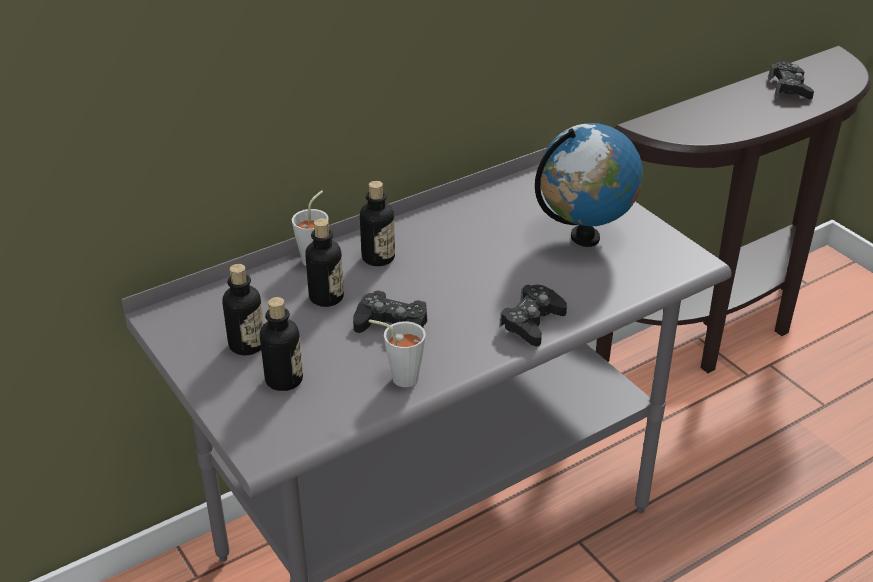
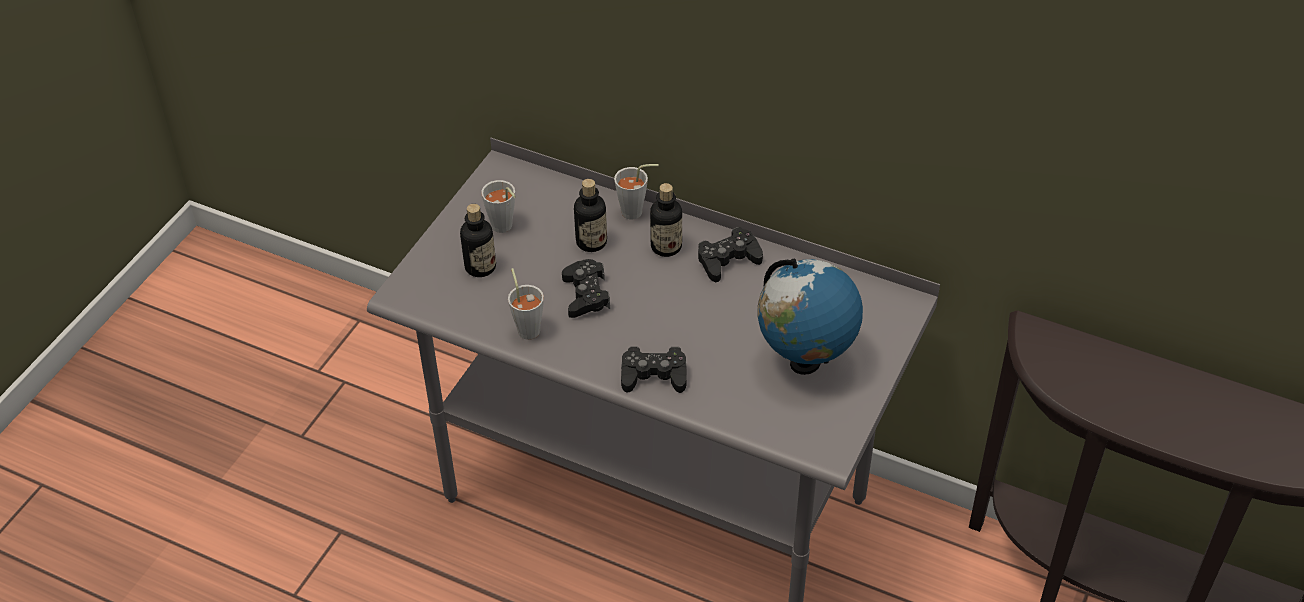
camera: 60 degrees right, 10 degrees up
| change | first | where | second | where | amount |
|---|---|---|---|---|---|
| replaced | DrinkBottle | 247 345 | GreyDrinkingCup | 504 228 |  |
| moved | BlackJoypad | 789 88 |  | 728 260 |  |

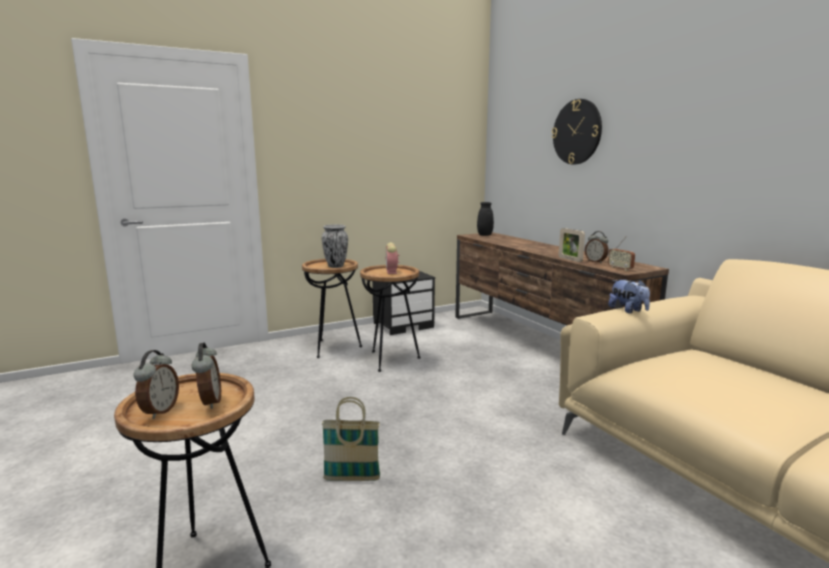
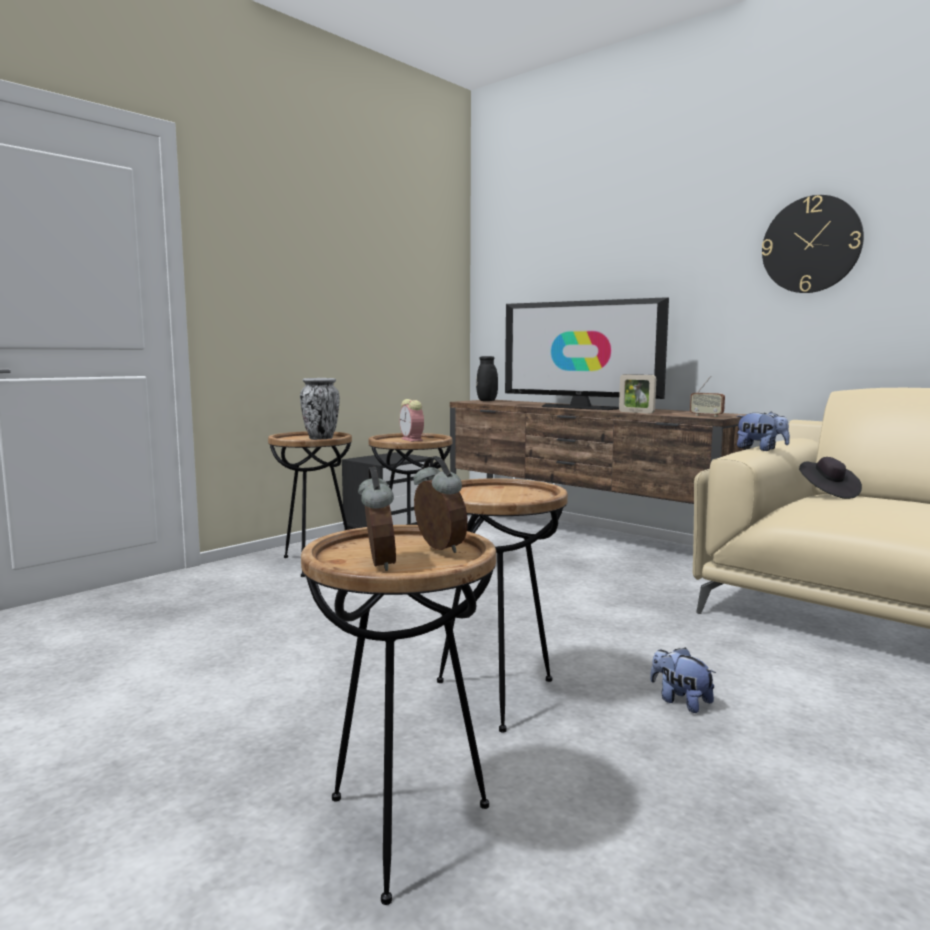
camera: 20 degrees left, 5 degrees down
| change | first | where | second | where | amount |
|---|---|---|---|---|---|
| replaced | HouseholdBasket | 352 479 | BrownEndTable | 497 695 |  |
| added |  |  | TvSet | 580 407 |  |
| added |  |  | SoftToy | 680 701 |  |
| moved | WallClock | 577 132 |  | 811 244 |  |
| added |  |  | BlackWearableHat | 827 493 |  |
| removed | AlarmClock | 595 262 |  |  |  |

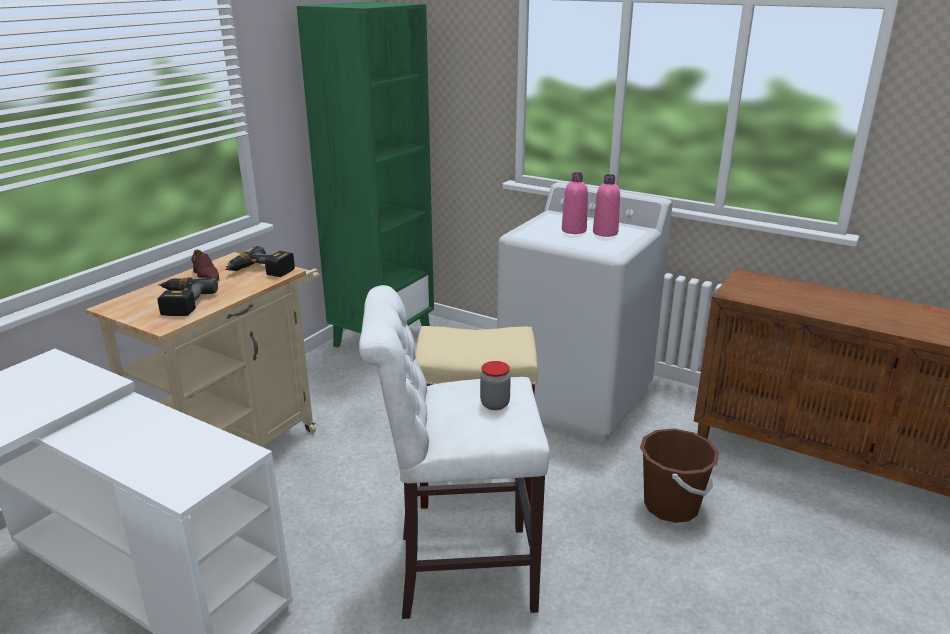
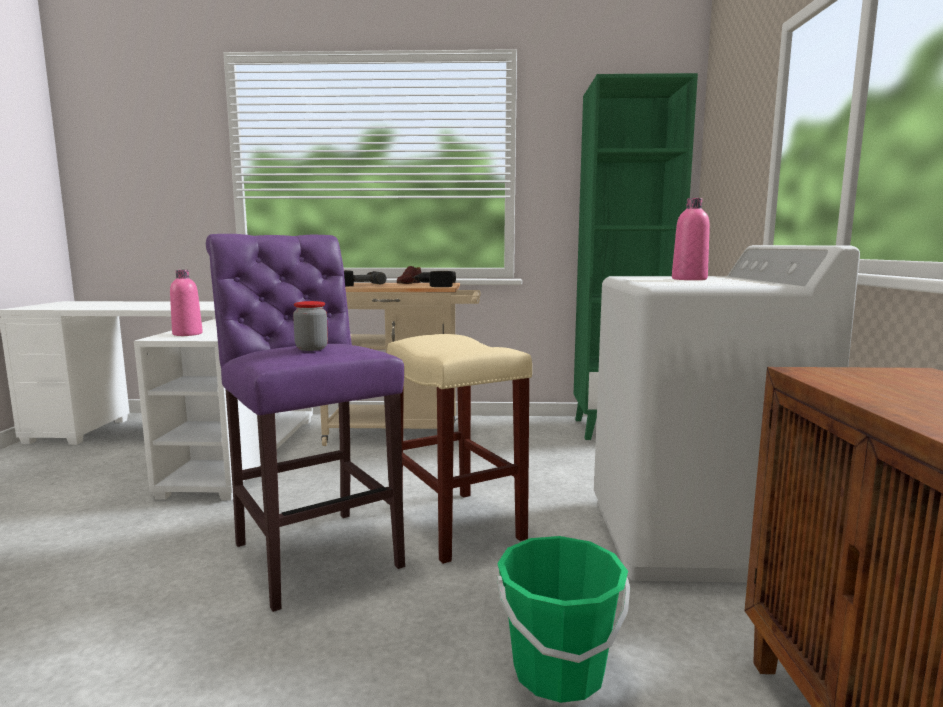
camera: 60 degrees right, 15 degrees down
| change | first | where | second | where | amount |
|---|---|---|---|---|---|
| moved | PinkishDrinkBottle | 605 233 |  | 187 334 |  |
| recoloured | WhiteColouredSittingStool | 457 571 | PurpleSittingStool | 313 551 |  |
| recoloured | BrownPail | 671 506 | GreenColouredPail | 558 671 |  |

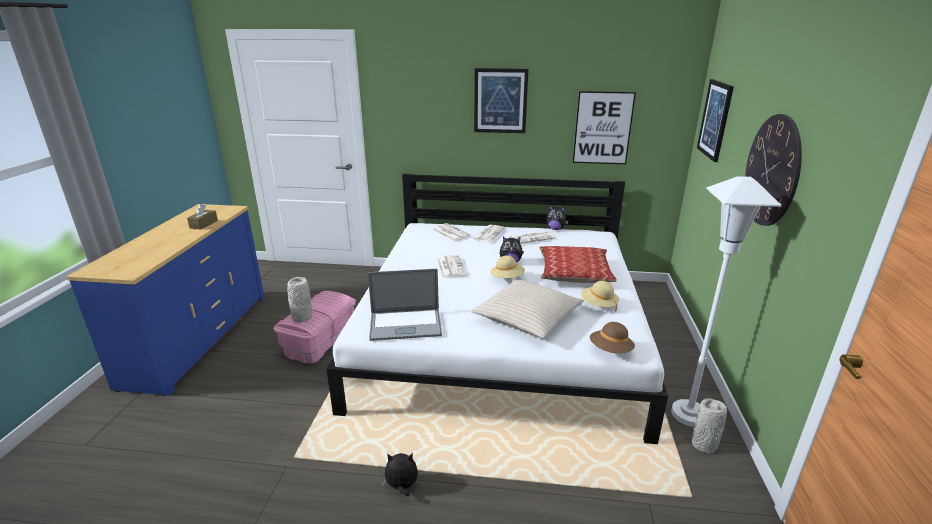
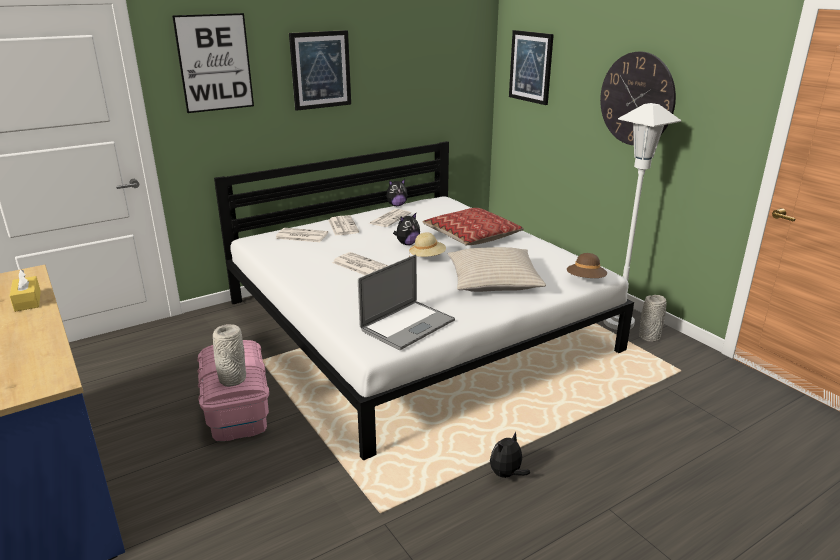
camera: 40 degrees left, 0 degrees up
| change | first | where | second | where | amount |
|---|---|---|---|---|---|
| recoloured | BrownTissueBox | 204 224 | YellowTissueBox | 27 301 |  |
| moved | Picture | 603 128 |  | 215 63 |  |
| removed | SandColouredWearableHat | 598 305 |  |  |  |

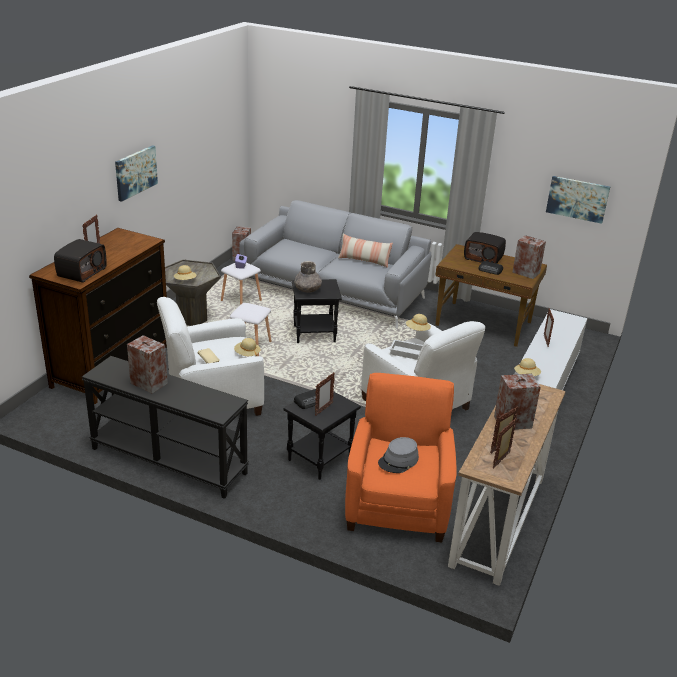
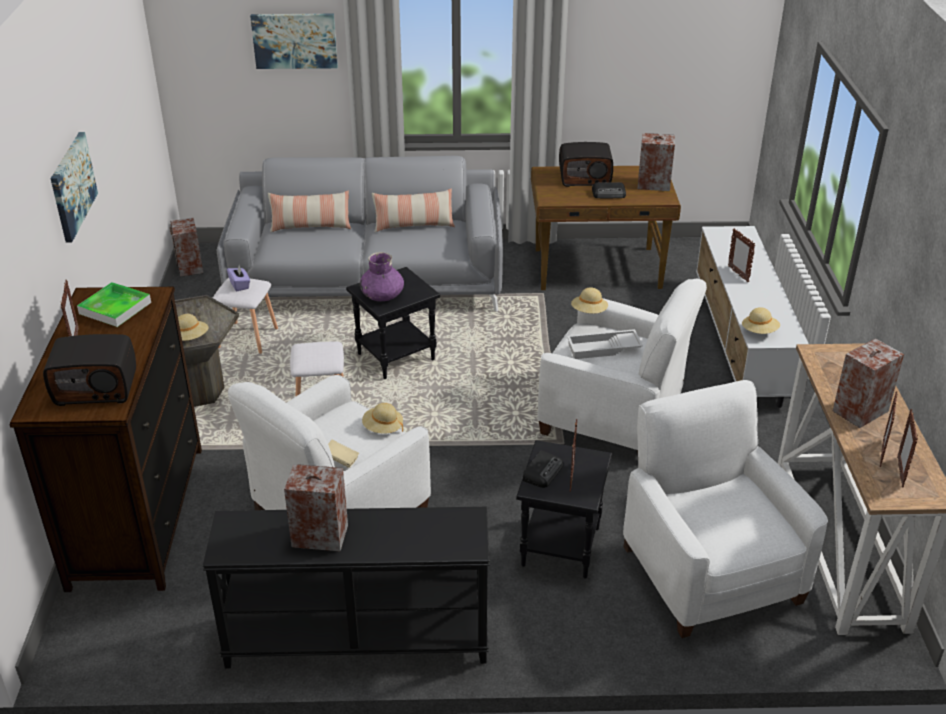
camera: 25 degrees left, 5 degrees up
| change | first | where | second | where | amount |
|---|---|---|---|---|---|
| turned | Radio | 81 272 |  | 96 388 | 90 degrees clockwise |
| added |  |  | ServingTray | 115 308 |  |
| moved | Picture | 577 199 |  | 294 40 |  |
| added |  |  | ThrowPillow | 311 226 |  |
| recoloured | GreyVase | 307 289 | PurpleVase | 382 295 |  |
| recoloured | OrangeyArmchair | 397 504 | WhiteColouredArmchair | 709 572 |  |
| removed | GreyWearableHat | 398 460 |  |  |  |

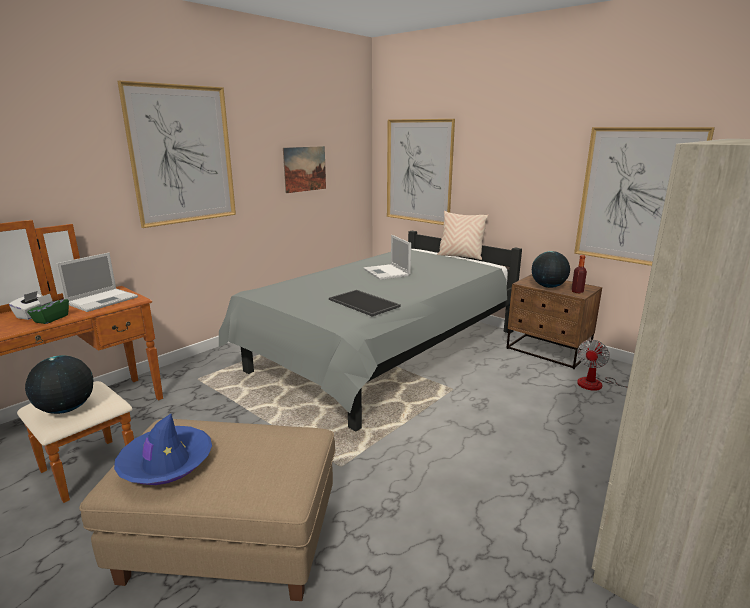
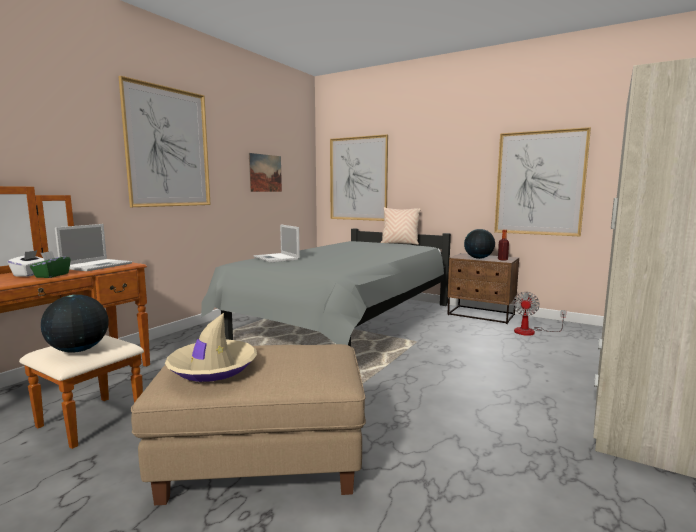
camera: 10 degrees left, 10 degrees down
| change | first | where | second | where | amount |
|---|---|---|---|---|---|
| recoloured | BluishWearableHat | 166 463 | SandColouredWearableHat | 212 368 |  |
| moved | NotebookComputer | 387 272 |  | 277 258 |  |
| removed | ServingTray | 365 303 |  |  |  |

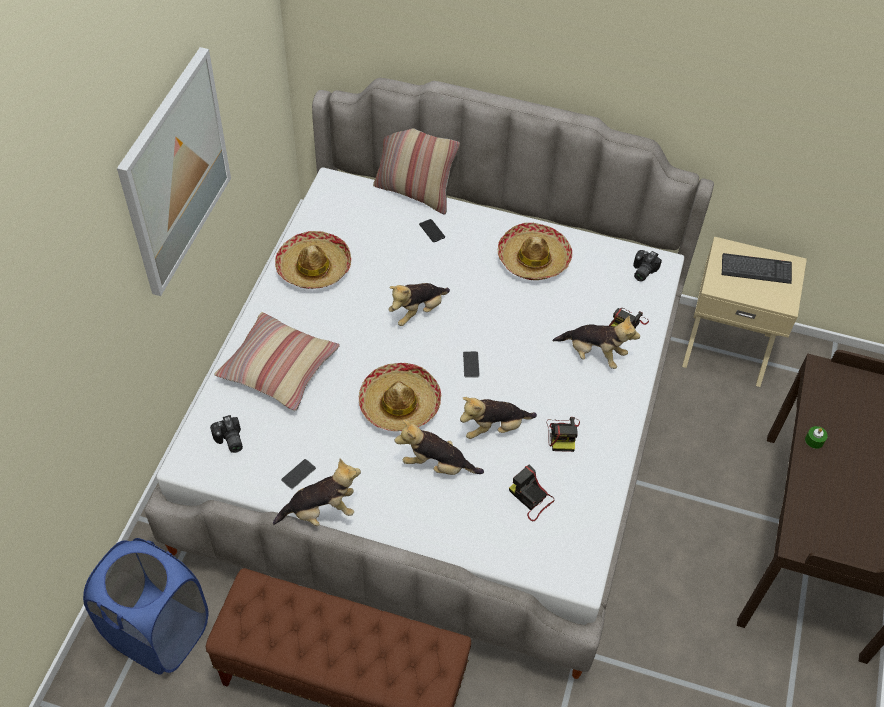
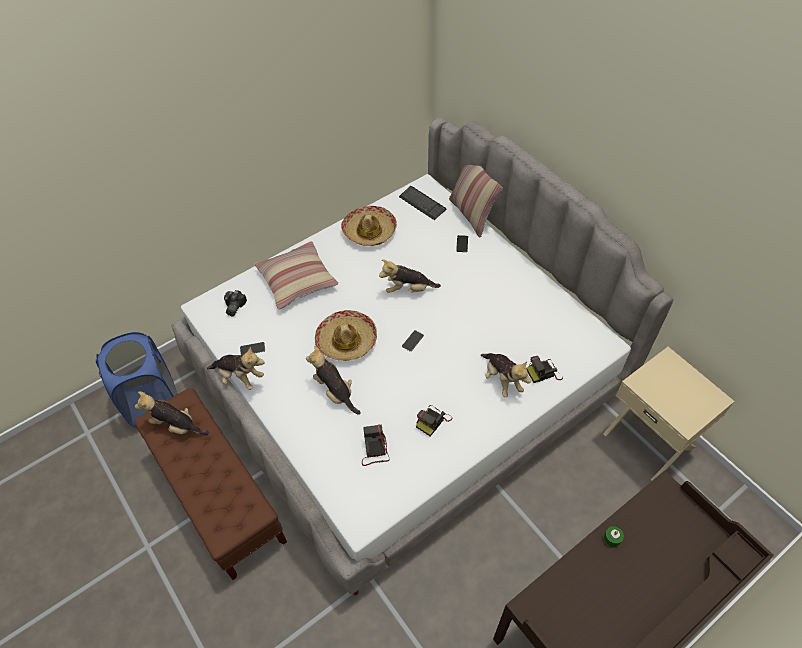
camera: 40 degrees right, 0 degrees up
| change | first | where | second | where | amount |
|---|---|---|---|---|---|
| moved | SoftToy | 494 428 |  | 177 425 |  |
| moved | ComputerKeyboard | 756 270 |  | 422 204 |  |
| removed | Picture | 175 172 |  |  |  |
| removed | WearableHat | 533 259 |  |  |  |
| removed | PhotoCamera | 642 271 |  |  |  |

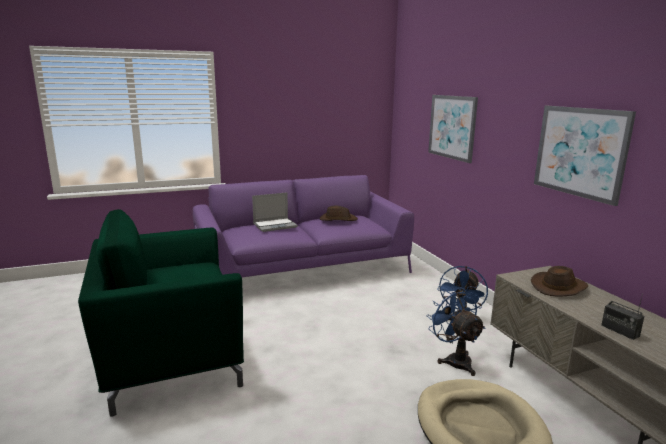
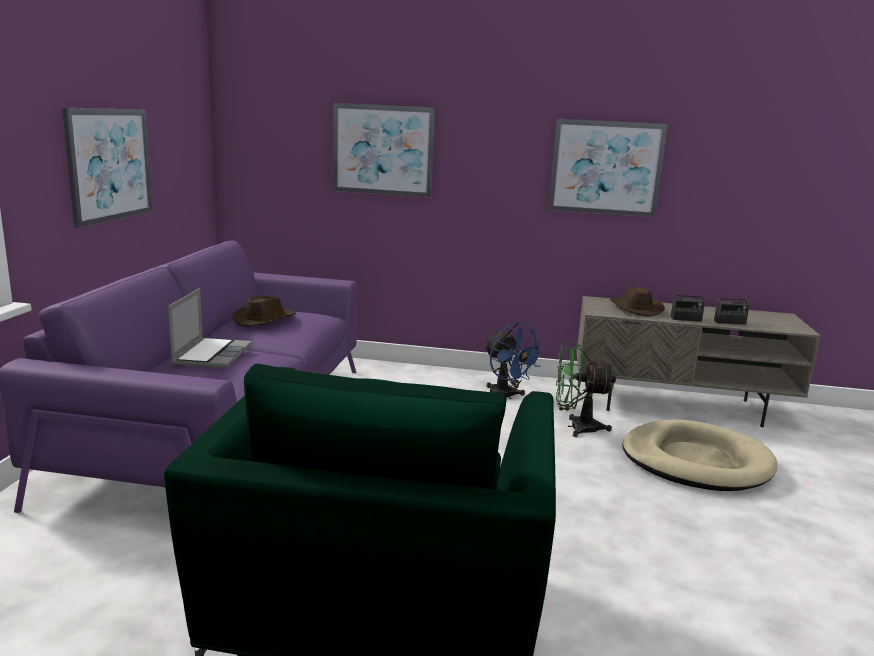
camera: 60 degrees left, 0 degrees up
| change | first | where | second | where | amount |
|---|---|---|---|---|---|
| added |  |  | Picture | 109 164 |  |
| recoloured | BluishFan | 454 360 | GreenColouredFan | 576 427 |  |
| added |  |  | Radio | 686 319 |  |

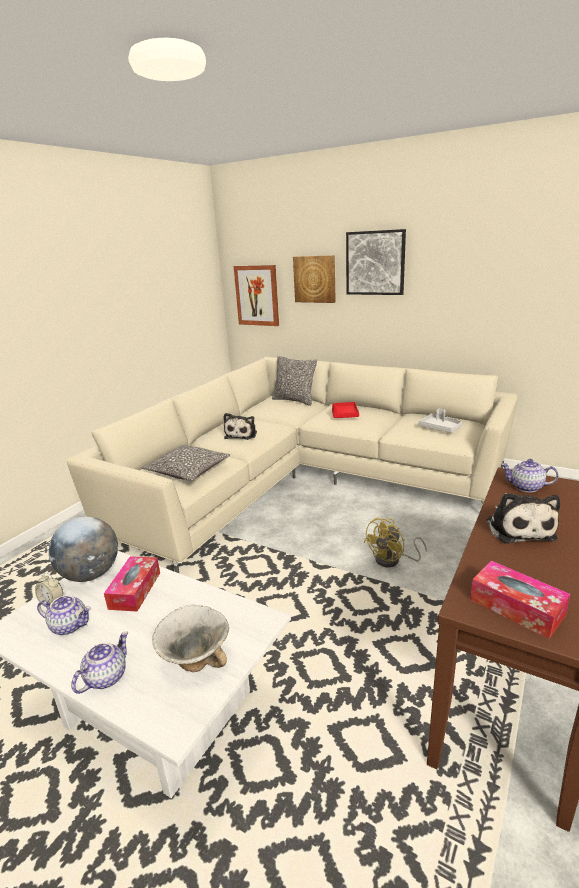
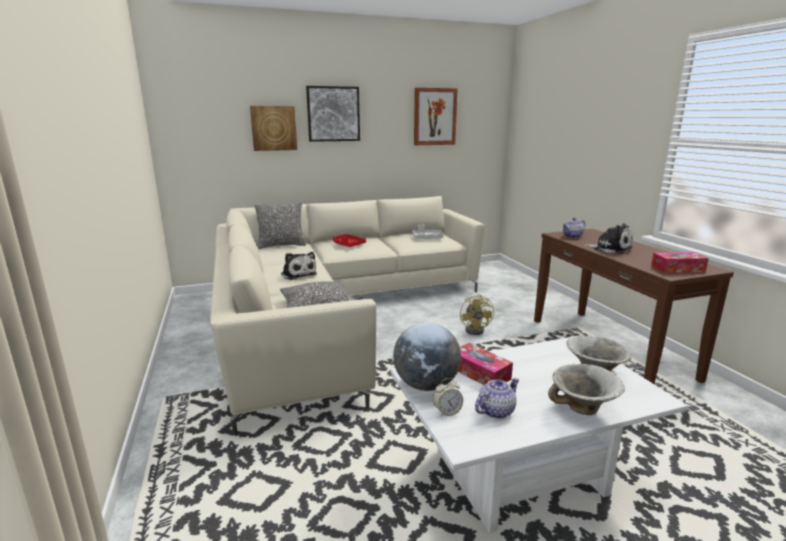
camera: 50 degrees left, 5 degrees down
| change | first | where | second | where | amount |
|---|---|---|---|---|---|
| moved | Picture | 257 295 |  | 434 117 |  |
| replaced | TeaPot | 106 677 | Bowl | 582 409 |  |

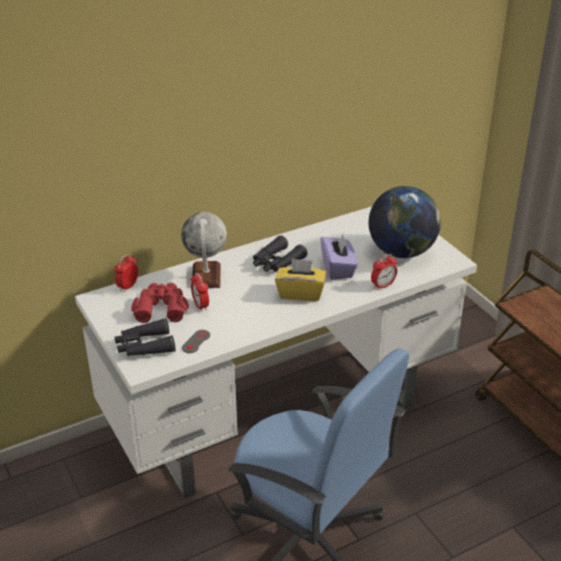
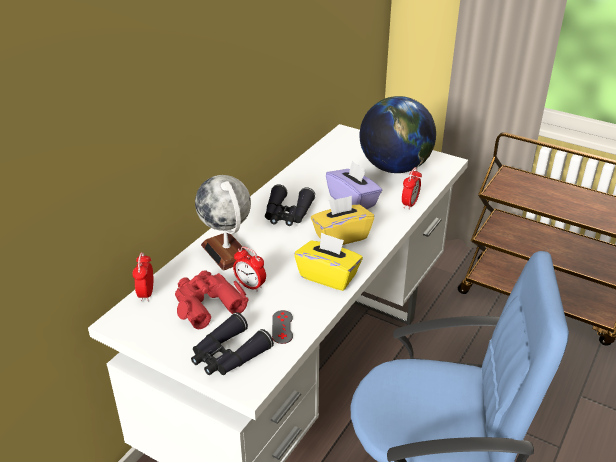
camera: 30 degrees left, 0 degrees up
| change | first | where | second | where | amount |
|---|---|---|---|---|---|
| added |  |  | YellowTissueBox | 328 276 |  |

